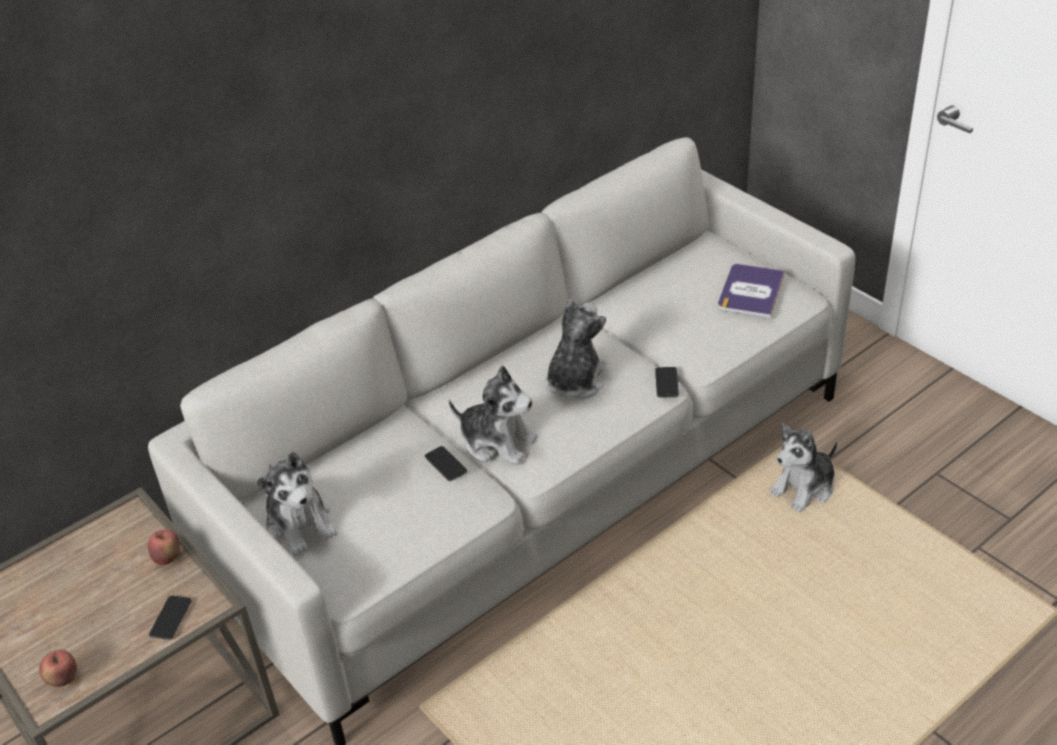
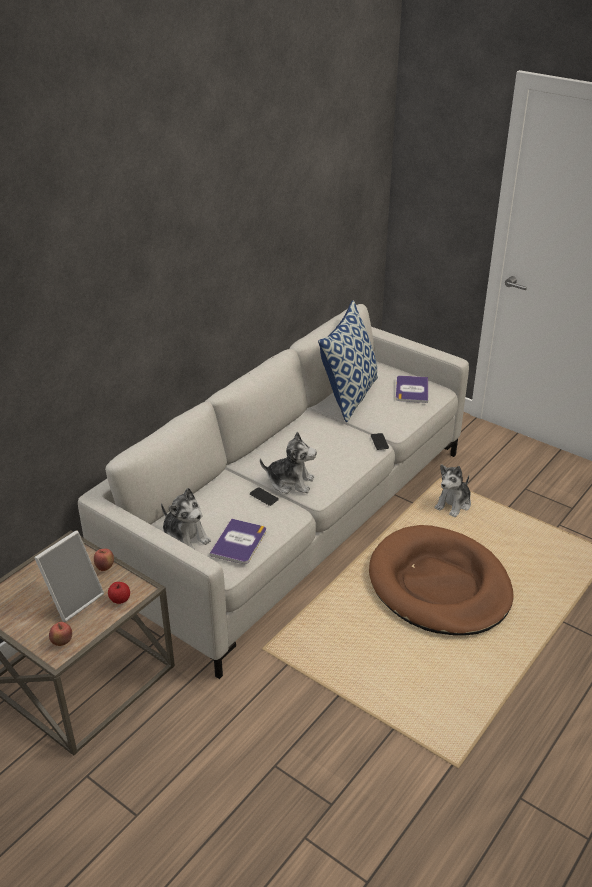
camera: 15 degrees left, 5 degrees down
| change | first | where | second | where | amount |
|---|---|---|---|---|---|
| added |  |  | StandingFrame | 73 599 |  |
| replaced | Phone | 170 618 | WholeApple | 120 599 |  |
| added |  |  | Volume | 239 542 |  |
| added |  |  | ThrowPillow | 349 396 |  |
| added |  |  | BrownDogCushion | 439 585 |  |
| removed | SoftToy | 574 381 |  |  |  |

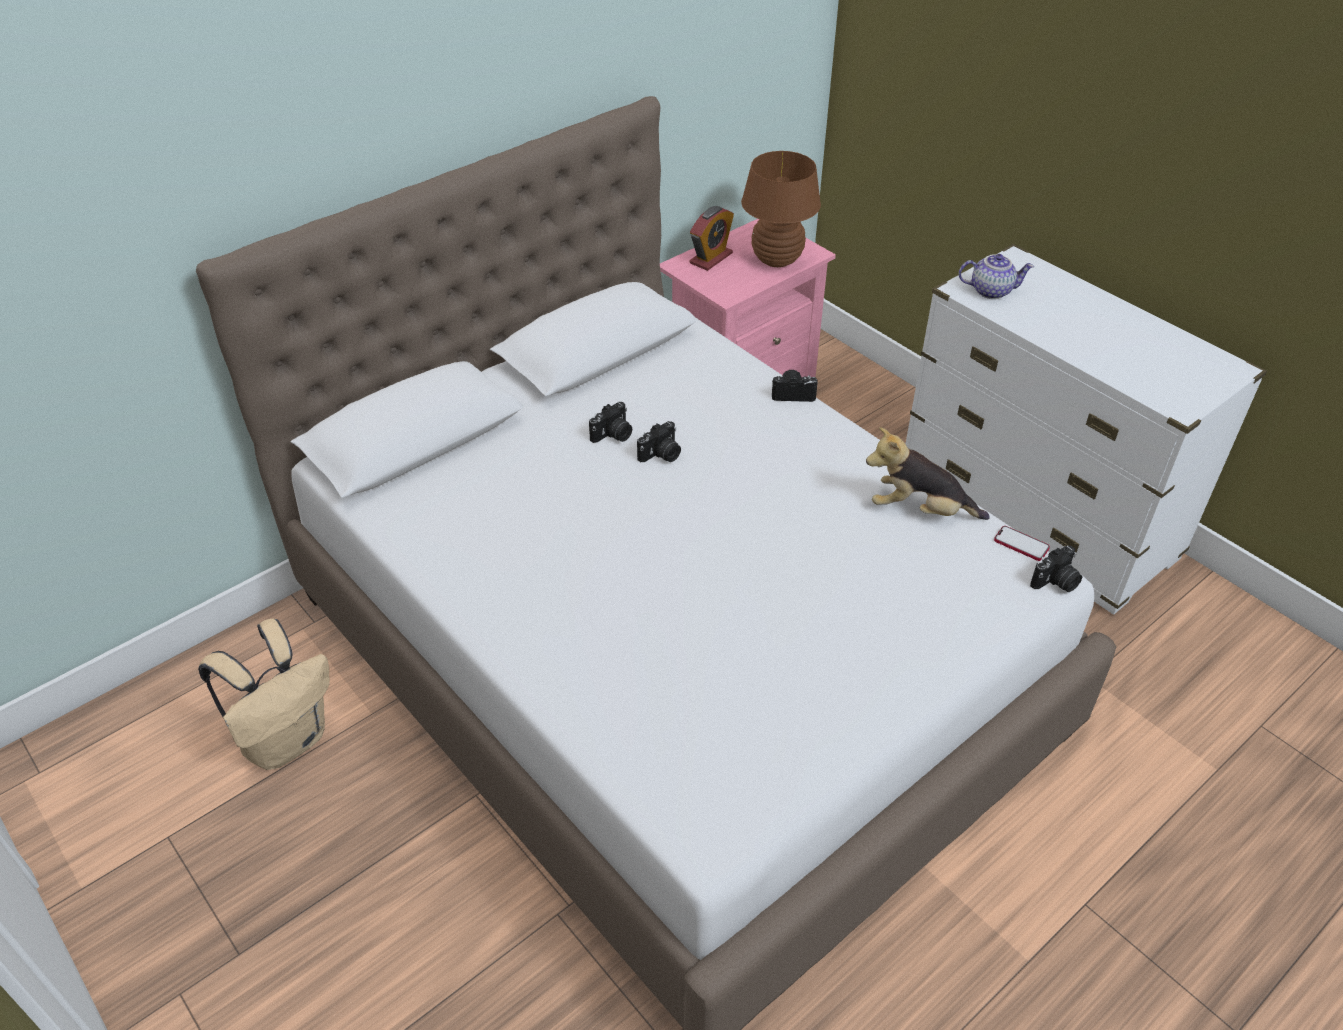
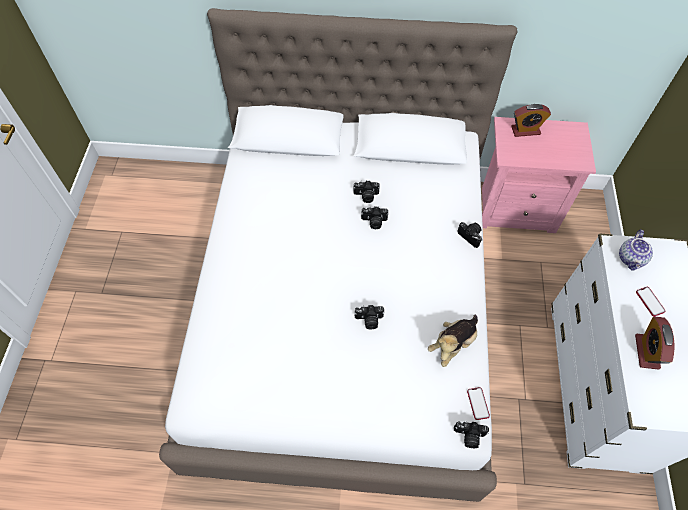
camera: 45 degrees right, 15 degrees up
| change | first | where | second | where | amount |
|---|---|---|---|---|---|
| added |  |  | PhotoCamera | 369 320 |  |
| turned | SoftToy | 919 510 |  | 453 344 | 105 degrees counterclockwise |
| turned | TeaPot | 991 290 |  | 631 259 | 60 degrees clockwise |
| added |  |  | AlarmClock | 647 351 |  |
| added |  |  | Phone | 649 302 |  |
| removed | SandColouredKnapsack | 287 740 |  |  |  |
| removed | BrownTabletopLamp | 777 260 |  |  |  |

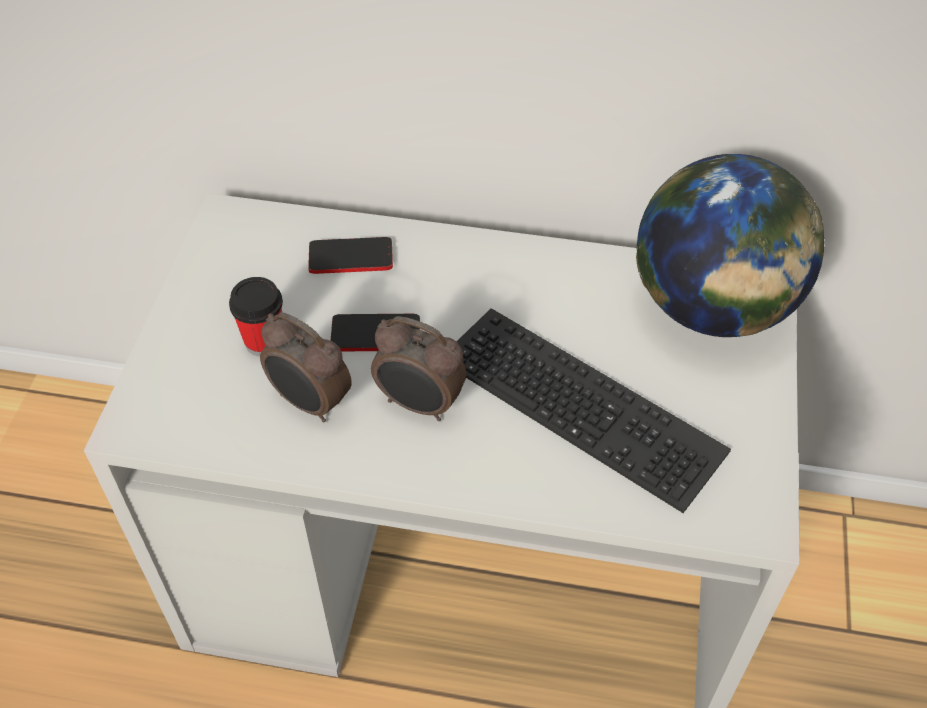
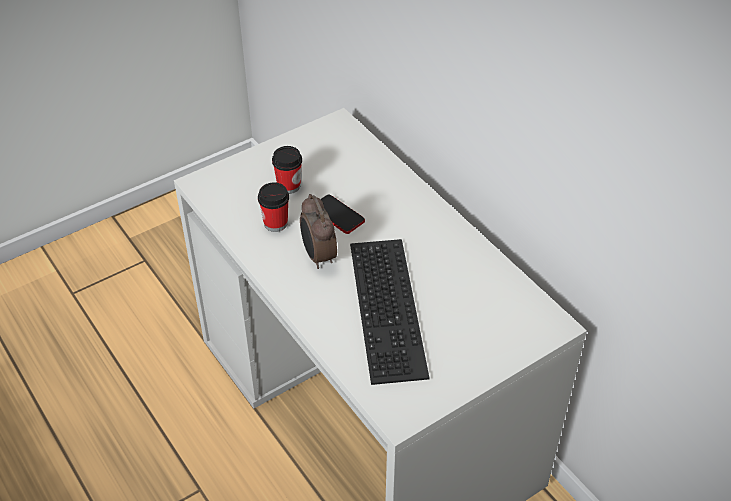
camera: 45 degrees right, 5 degrees down
| change | first | where | second | where | amount |
|---|---|---|---|---|---|
| replaced | AlarmClock | 310 403 | DrinkingCup | 275 223 |  |
| removed | Phone | 350 257 |  |  |  |
| removed | WorldGlobe | 712 308 |  |  |  |

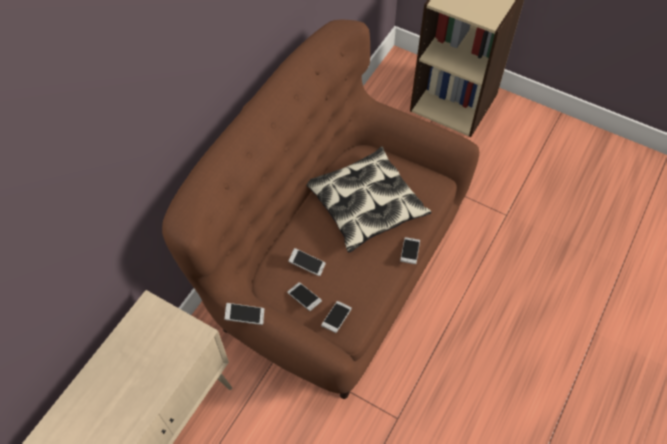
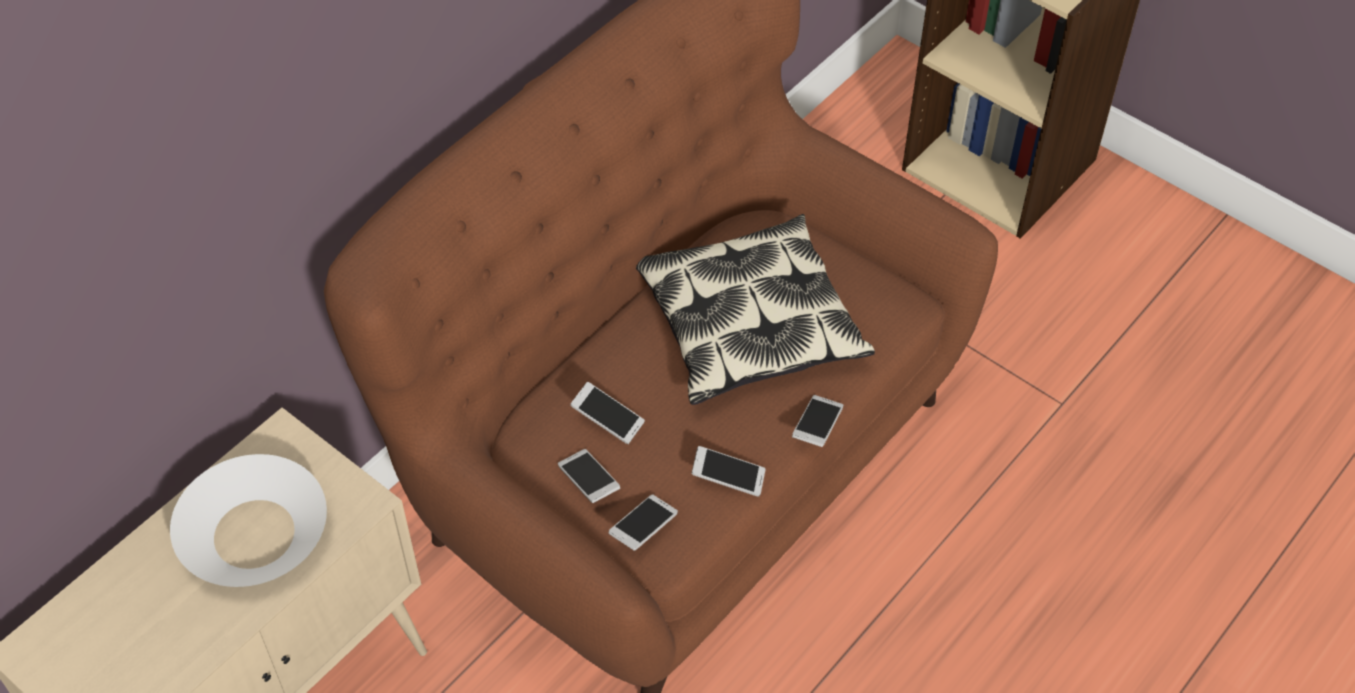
camera: 10 degrees right, 5 degrees down
| change | first | where | second | where | amount |
|---|---|---|---|---|---|
| added |  |  | WhiteColouredBowl | 254 534 |  |
| moved | Phone | 245 316 |  | 728 477 |  |

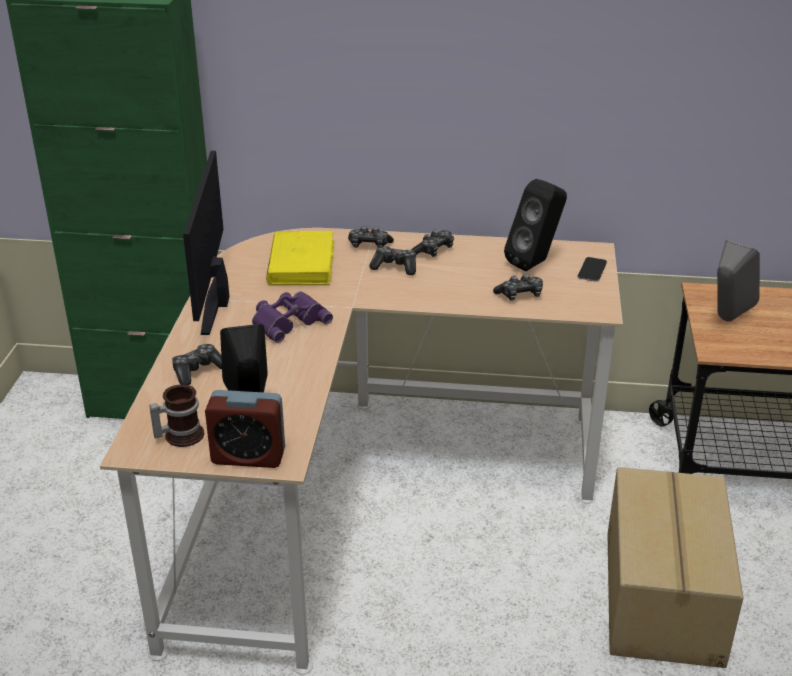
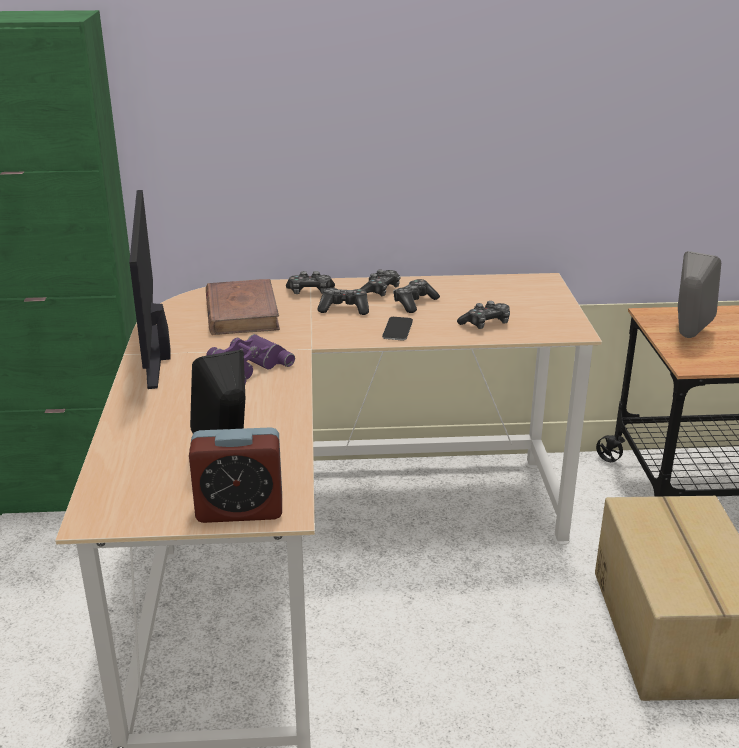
camera: 10 degrees left, 5 degrees down
| change | first | where | second | where | amount |
|---|---|---|---|---|---|
| recoloured | YellowVolume | 301 263 | BrownVolume | 242 312 |  |
| moved | Phone | 592 270 |  | 397 329 |  |
| moved | Joypad | 198 371 |  | 414 303 |  |
| removed | Mug | 180 435 |  |  |  |
| removed | BlackSpeaker | 535 263 |  |  |  |

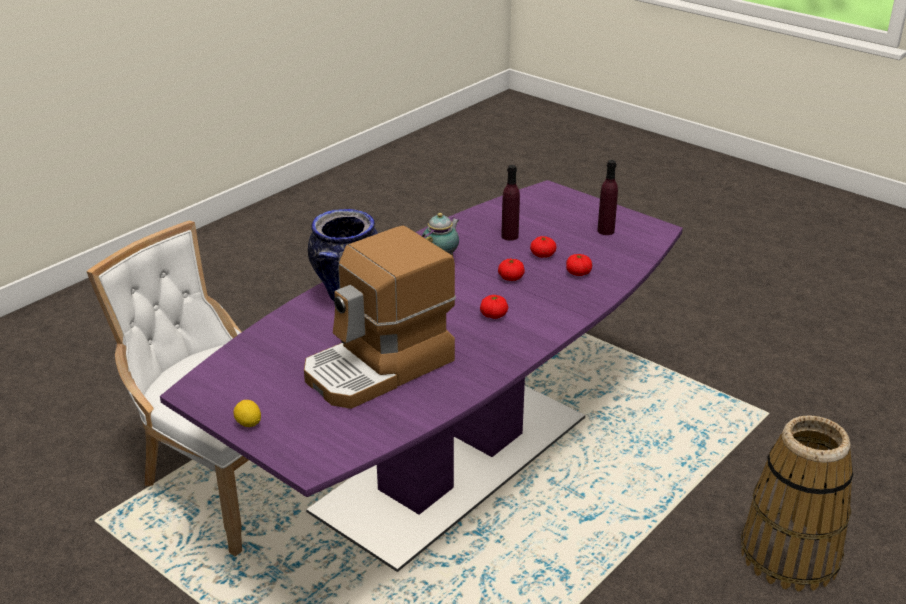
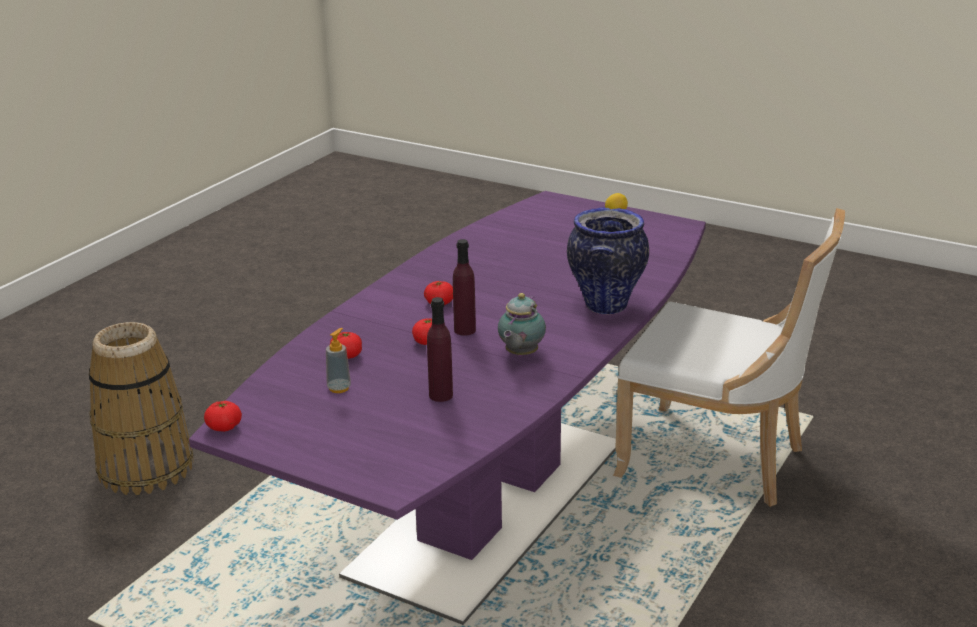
camera: 170 degrees right, 5 degrees down
| change | first | where | second | where | amount |
|---|---|---|---|---|---|
| moved | WholeTomato | 542 255 |  | 224 427 |  |
| added |  |  | LiquidSoapBottle | 339 388 |  |
| moved | PurpleDrinkBottle | 605 231 |  | 465 330 |  |
| removed | CoffeeBrewer | 380 368 |  |  |  |

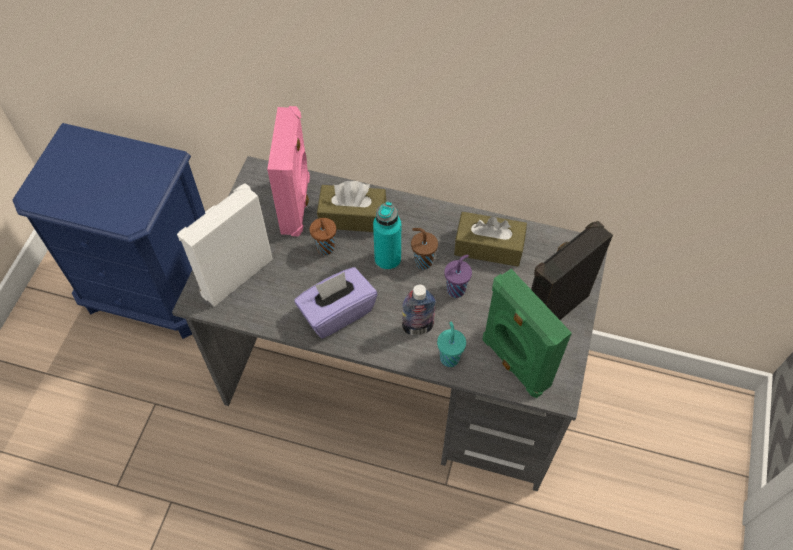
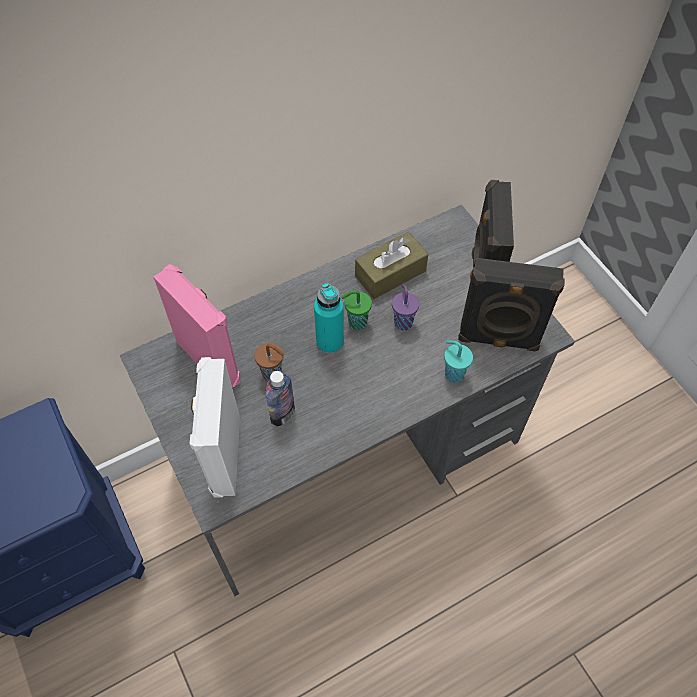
camera: 45 degrees left, 0 degrees up
| change | first | where | second | where | amount |
|---|---|---|---|---|---|
| moved | DrinkBottle | 418 327 |  | 282 414 |  |
| recoloured | BrownDrinkingCup | 422 261 | GreenColouredDrinkingCup | 356 322 |  |
| recoloured | GreenColouredSpeaker | 513 363 | BlackSpeaker | 498 340 |  |
| removed | PurpleTissueBox | 337 312 |  |  |  |
| removed | BrownTissueBox | 352 217 |  |  |  |

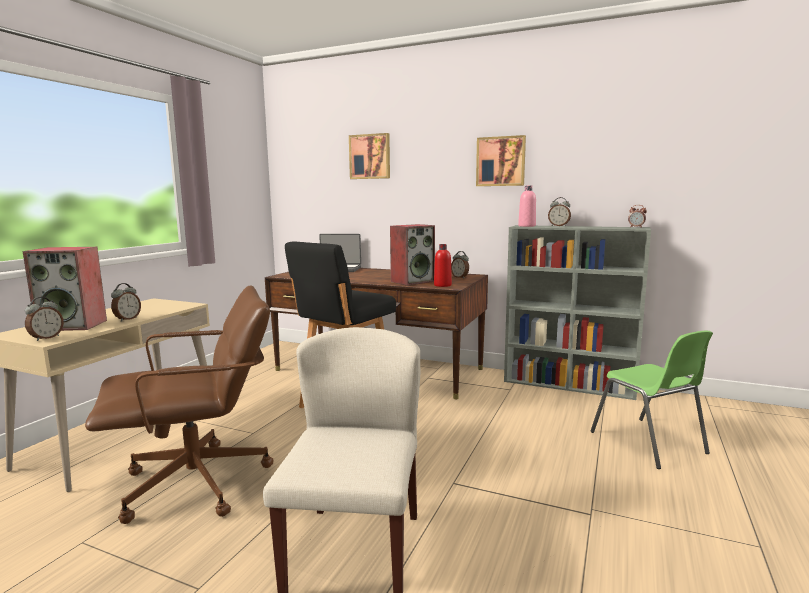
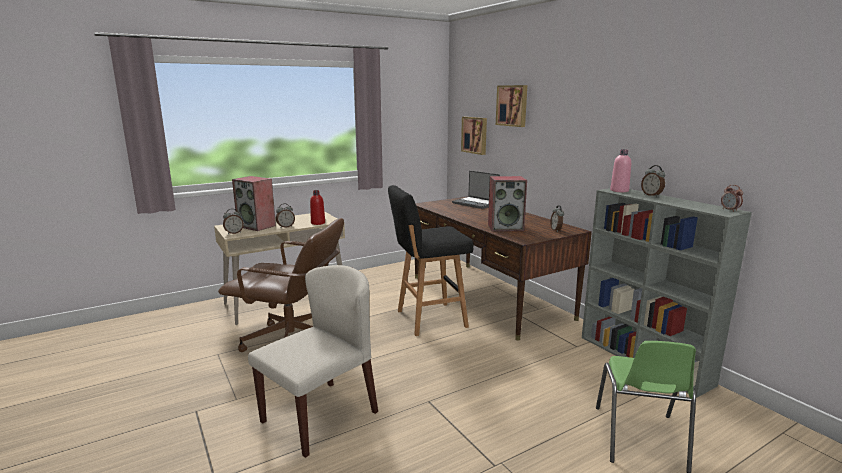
camera: 35 degrees right, 5 degrees up
| change | first | where | second | where | amount |
|---|---|---|---|---|---|
| moved | ReddishDrinkBottle | 442 285 |  | 318 223 |  |
| moved | Picture | 501 161 |  | 475 135 |  |

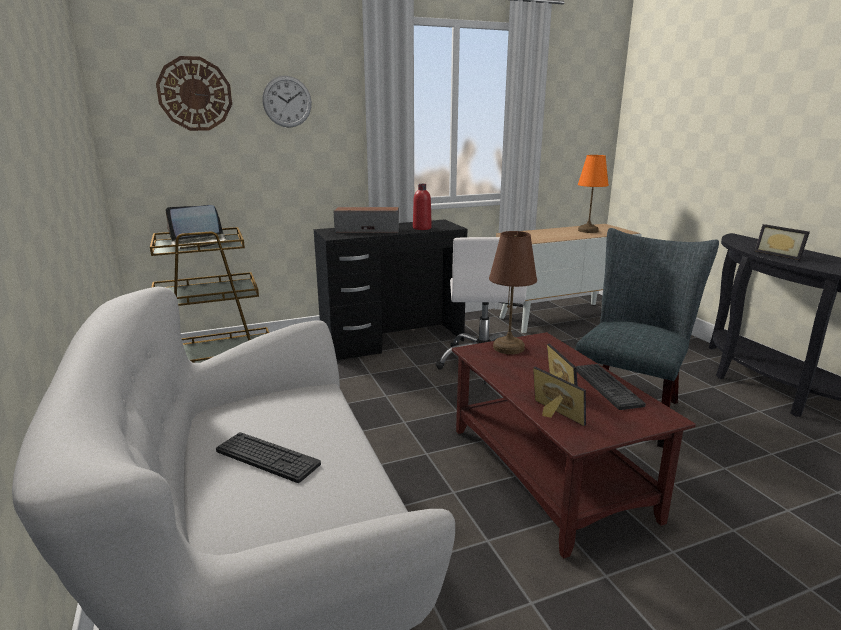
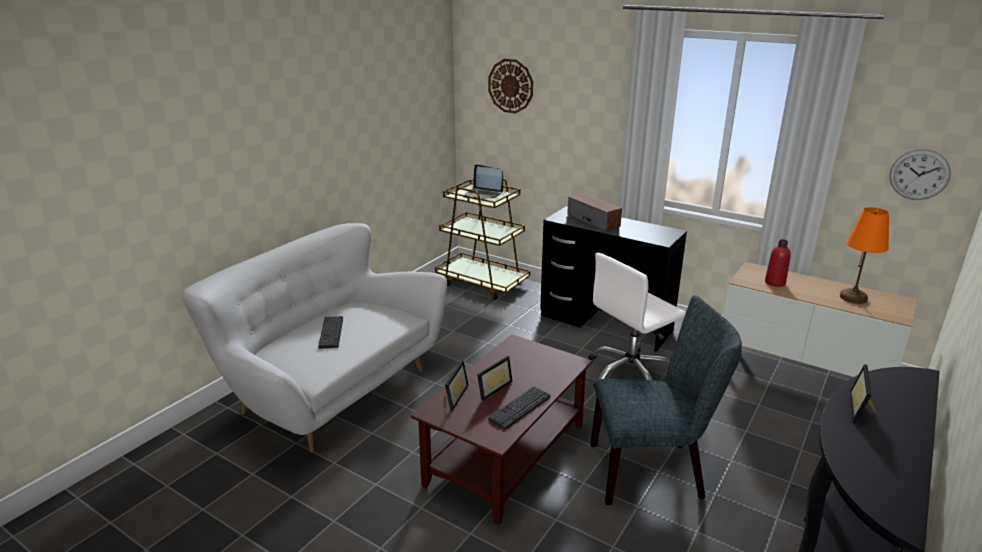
camera: 55 degrees right, 5 degrees up
| change | first | where | second | where | amount |
|---|---|---|---|---|---|
| moved | ReddishDrinkBottle | 422 228 |  | 775 283 |  |
| moved | WallClock | 287 101 |  | 919 174 |  |
| removed | BrownTabletopLamp | 508 347 |  |  |  |

